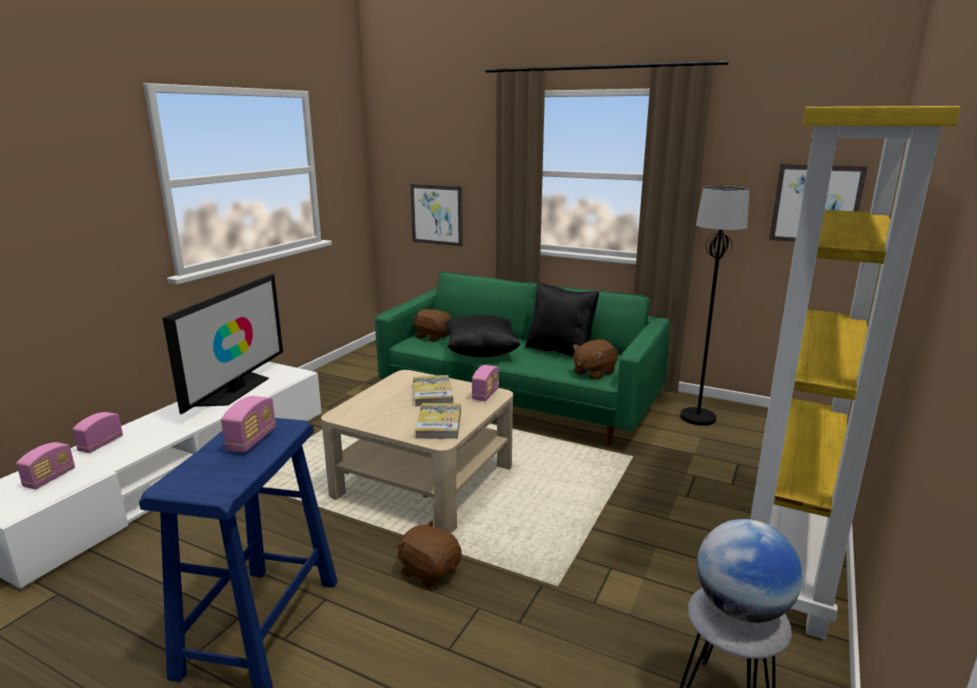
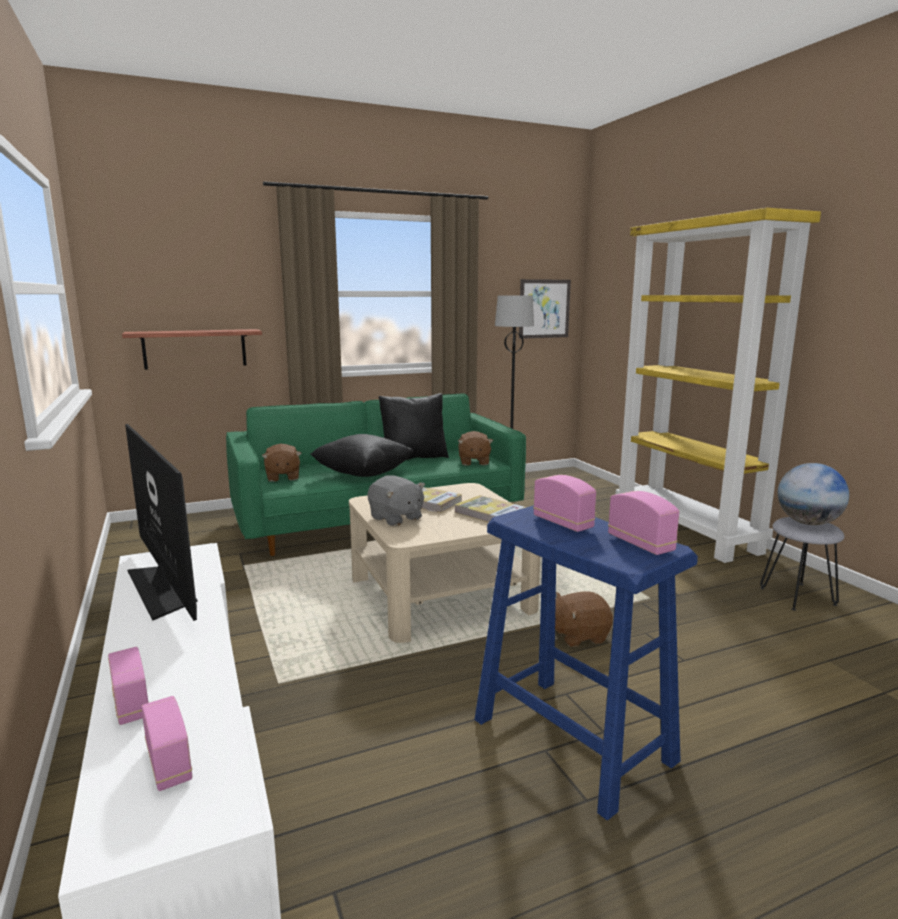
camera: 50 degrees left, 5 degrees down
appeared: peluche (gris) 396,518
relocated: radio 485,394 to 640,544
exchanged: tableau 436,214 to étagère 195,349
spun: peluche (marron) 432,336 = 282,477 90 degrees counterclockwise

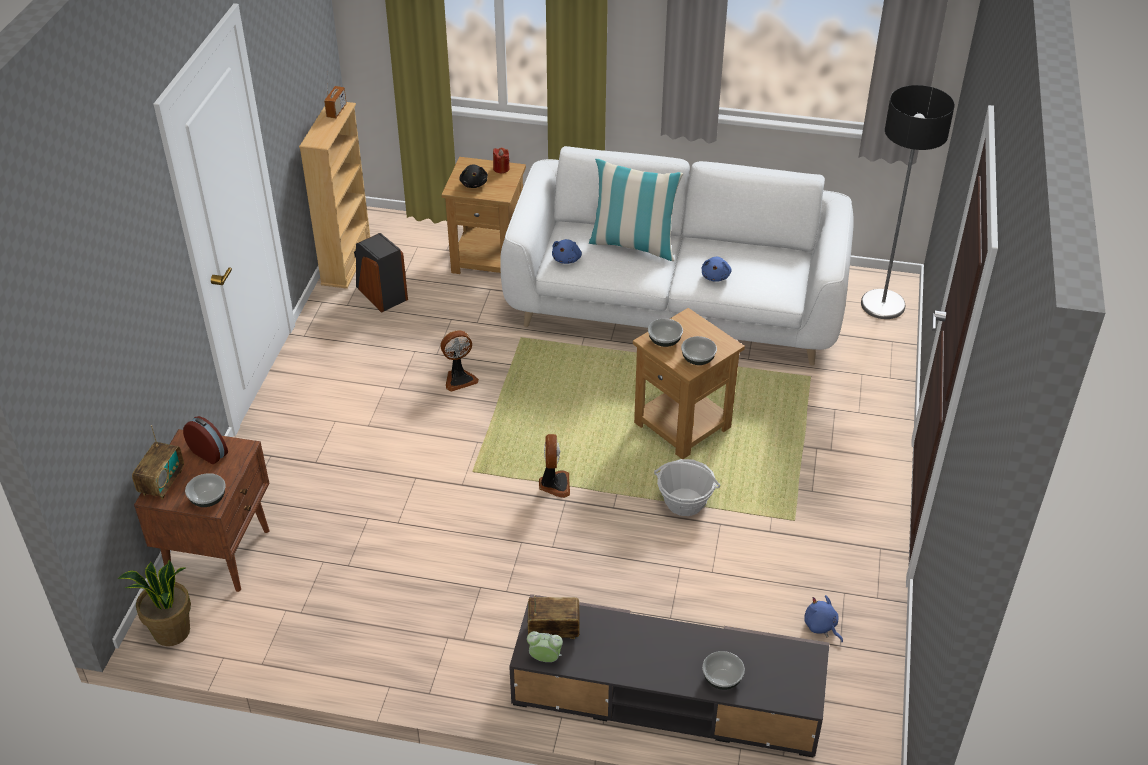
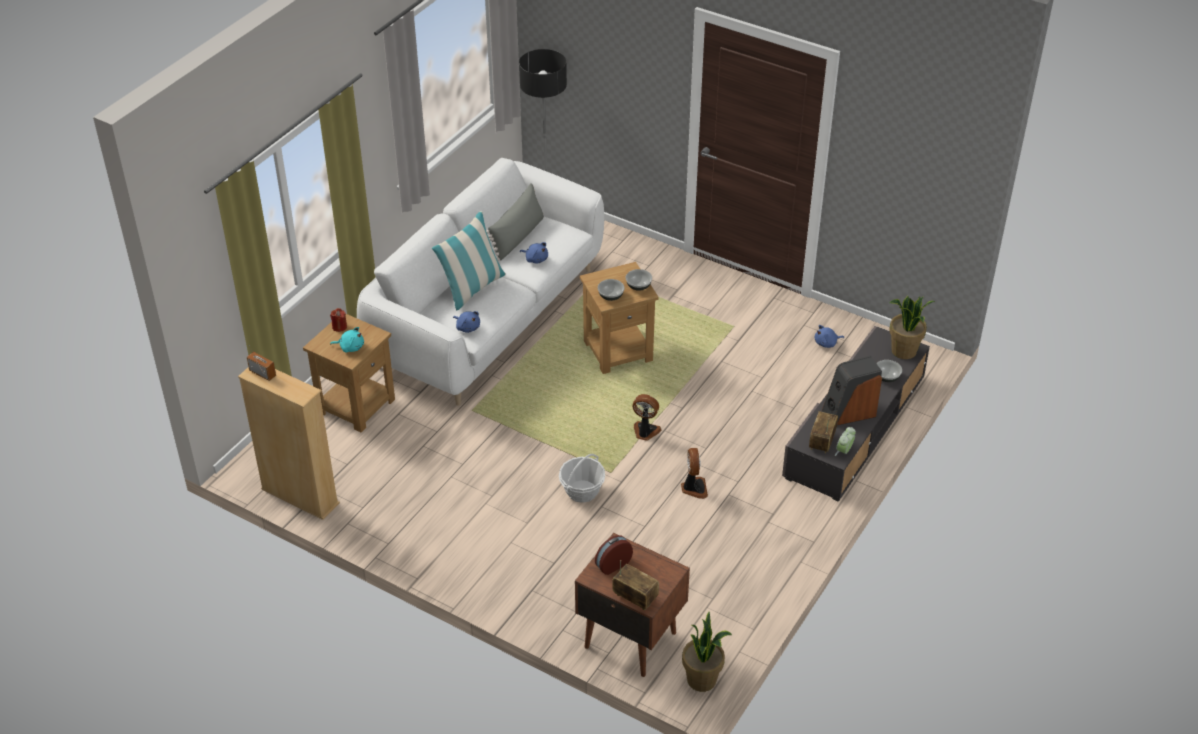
camera: 70 degrees left, 0 degrees up
missing: bol 208,499
appeared: coussin (gris) 518,237; plante en pot 904,351
relocated: enceinte 381,294 to 849,412; ventilateur 459,379 to 693,488; panier 684,502 to 582,491
colour: peluche (noir) 474,184 to peluche (turquoise) 350,347

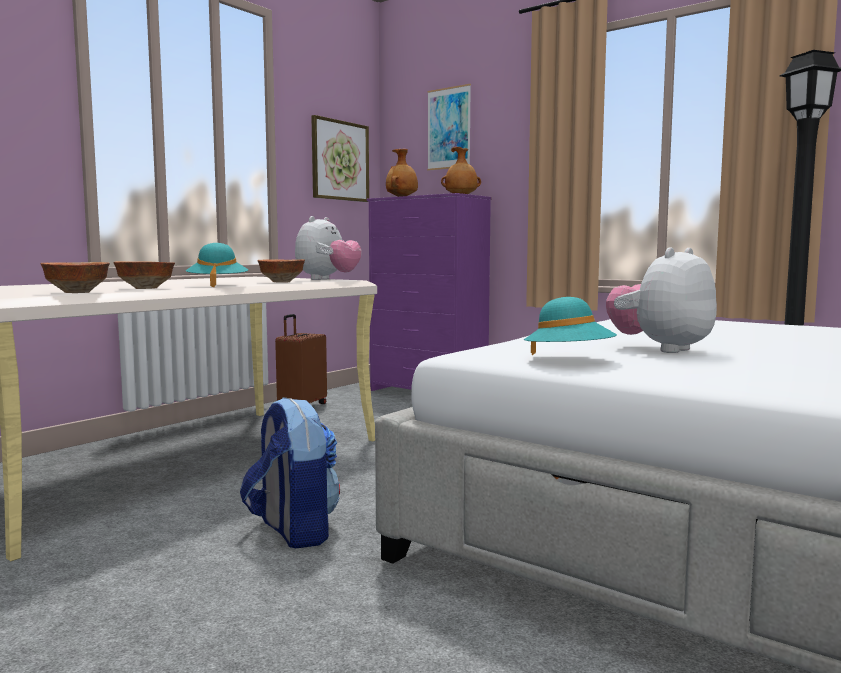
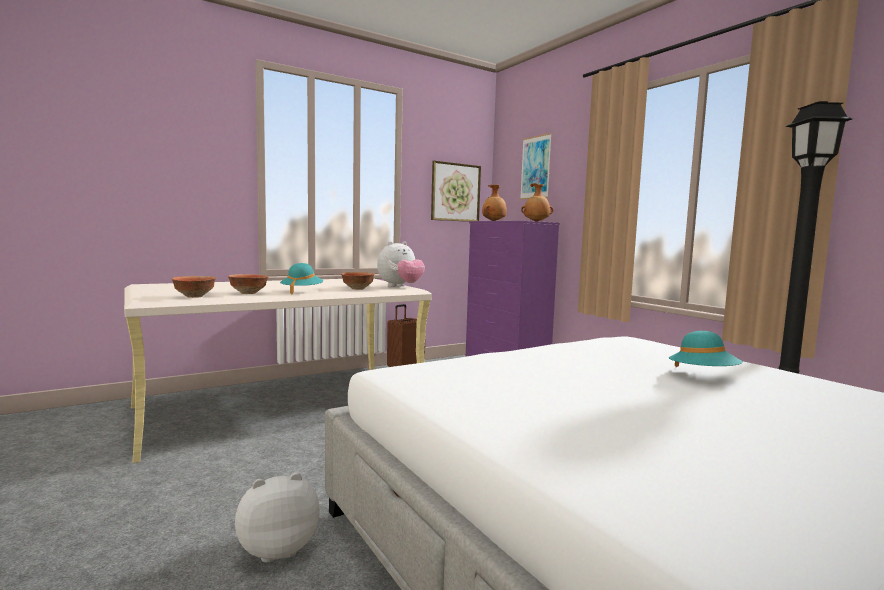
camera: 20 degrees right, 0 degrees up
missing: sac à dos 293,531
relocated: chapeau (turquoise) 569,360 to 703,375; peluche 661,349 to 277,549

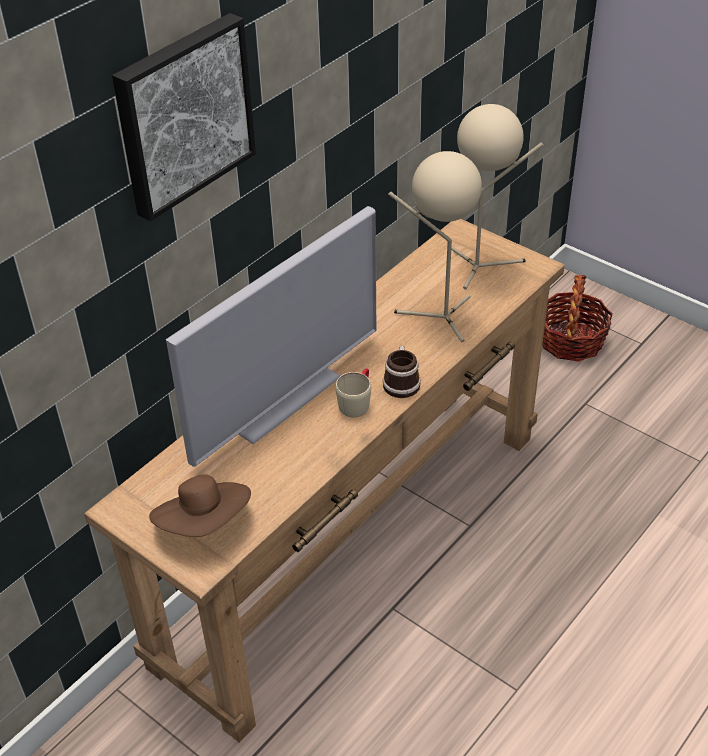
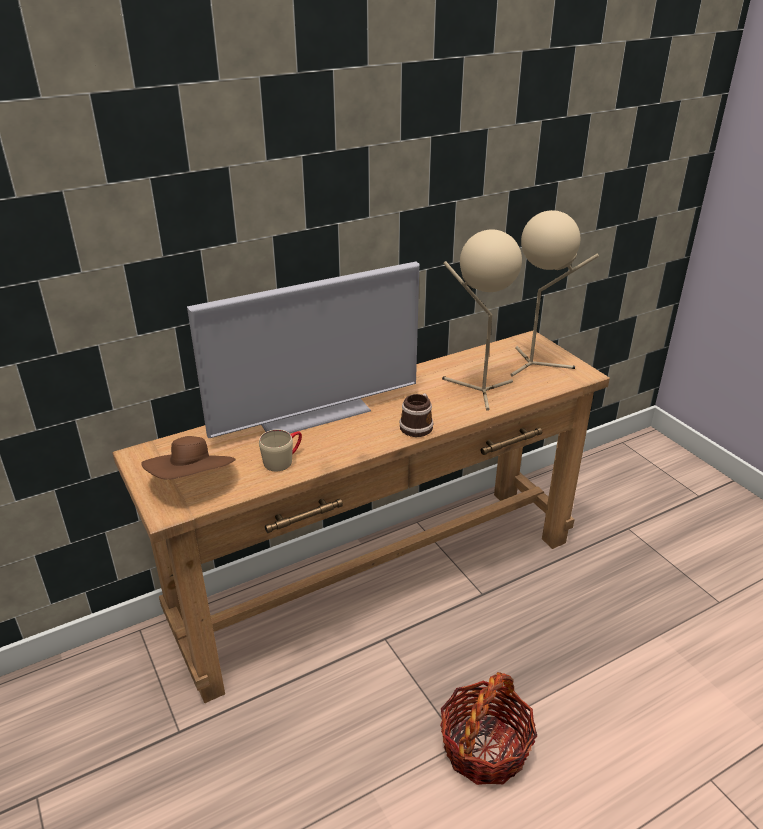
camera: 20 degrees right, 10 degrees down
missing: tableau 183,114
relocated: mug (beige) 356,401 to 283,459; panier 571,341 to 484,748

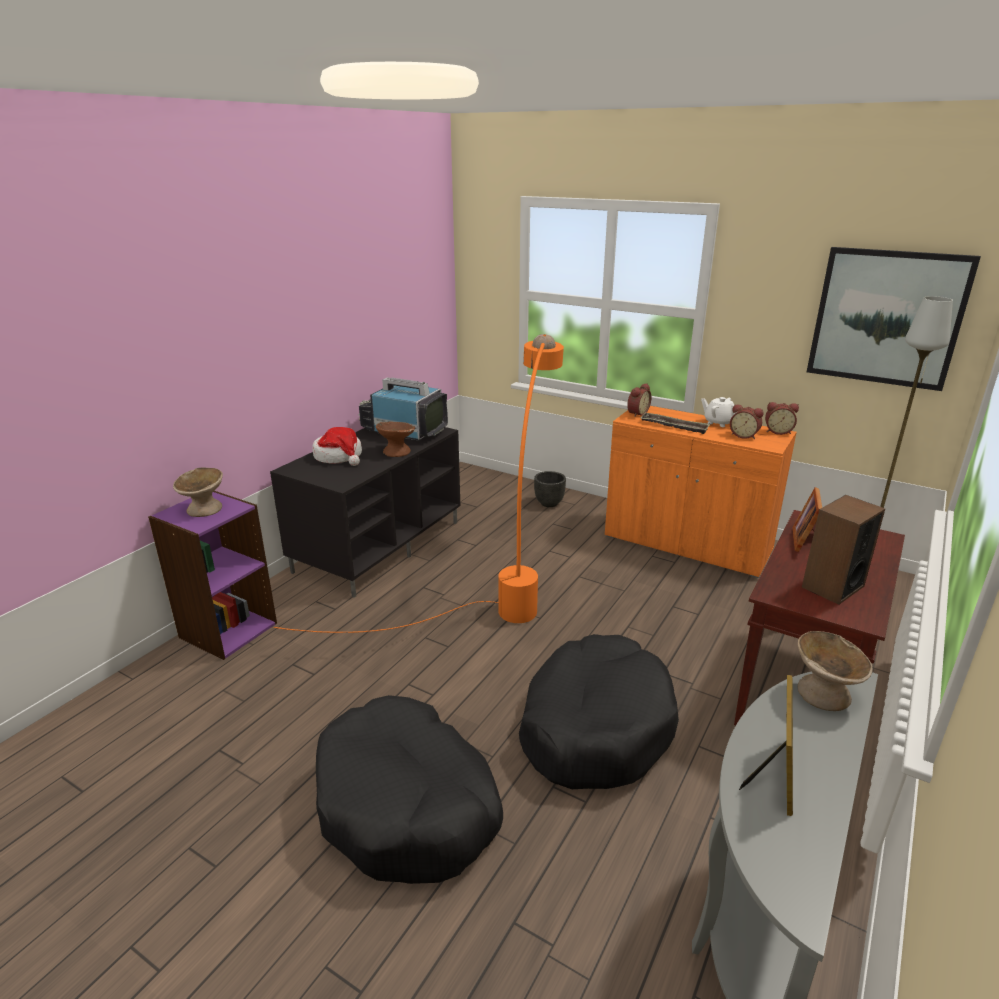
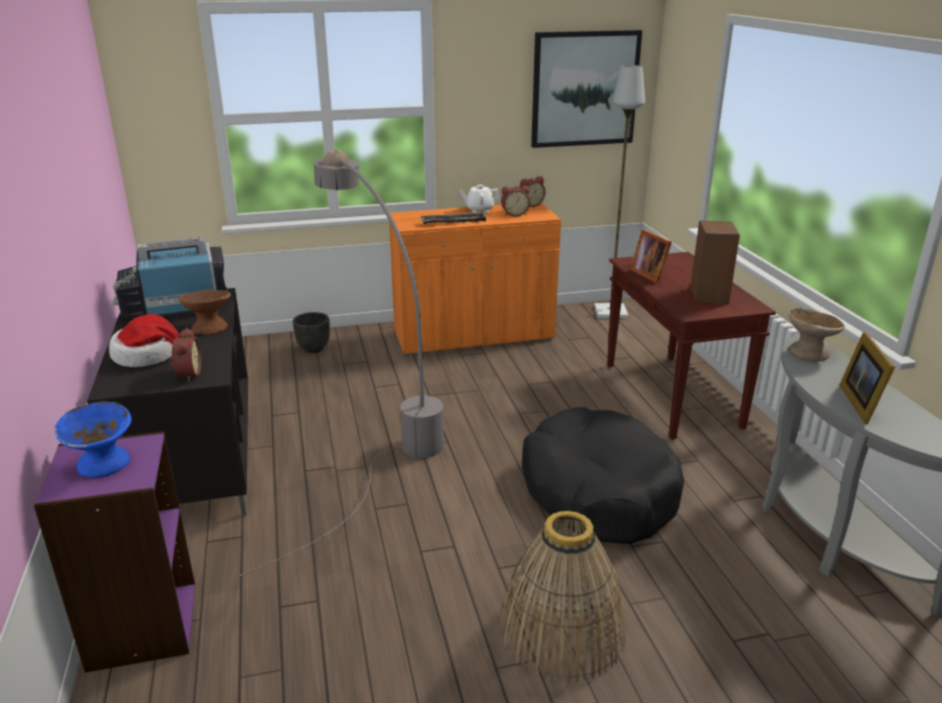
camera: 45 degrees left, 0 degrees up
relocated: réveil 636,413 to 187,374
exchanged: panier pour chien (noir) 407,805 to panier 561,631
colour: bol (beige) 204,509 to bol (bleu) 103,464; lampadaire (orange) 503,584 to lampadaire (gris) 377,431
spun: cadre photo 775,774 = 862,403 150 degrees counterclockwise

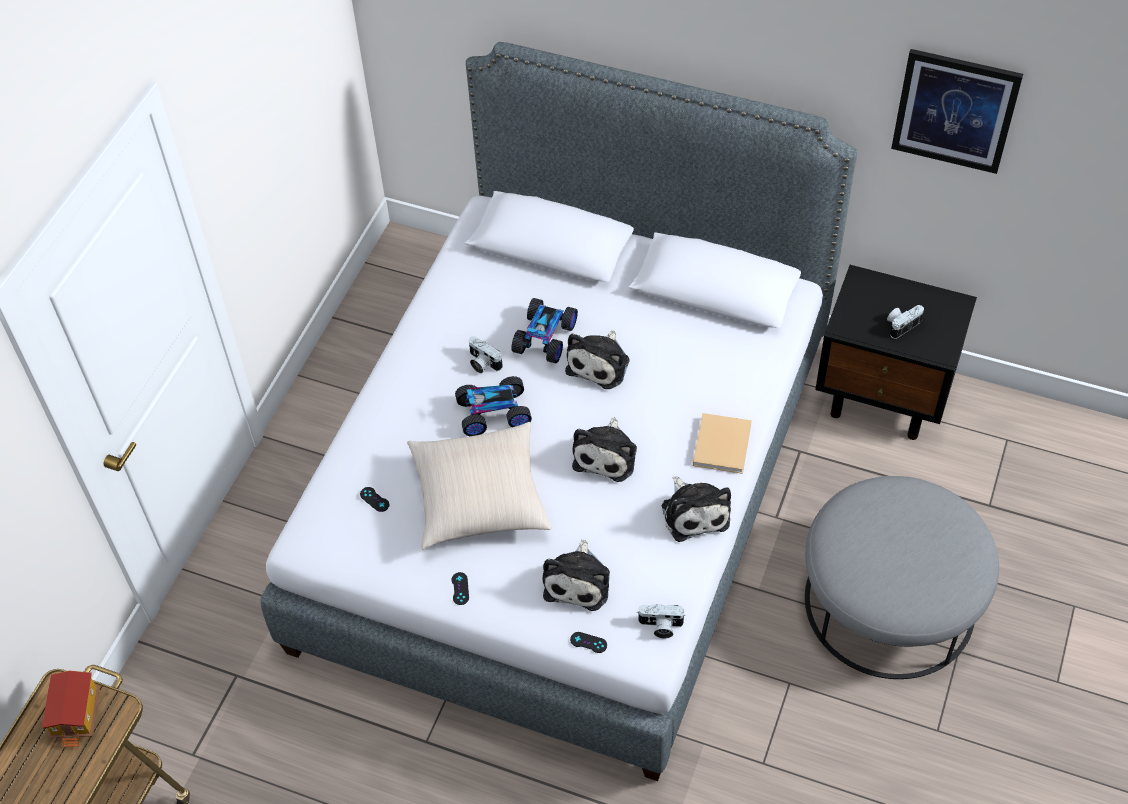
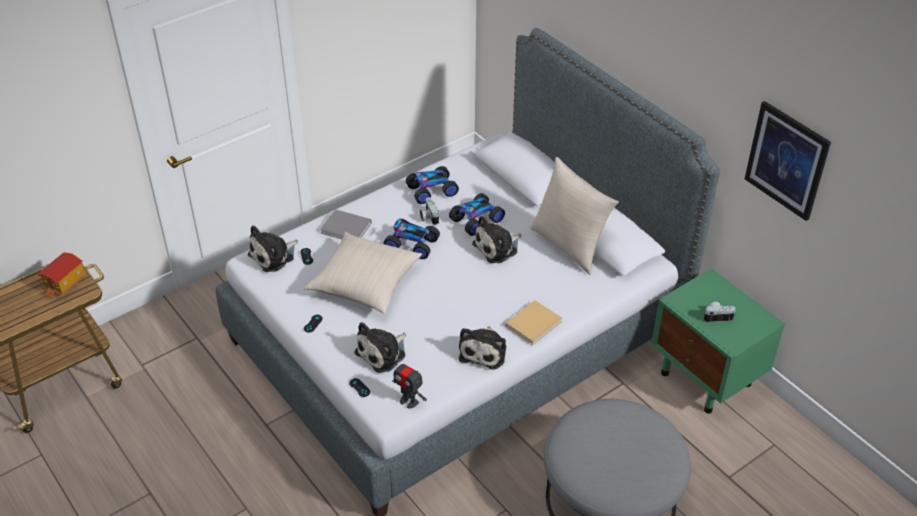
camera: 30 degrees right, 10 degrees down
appeared: livre (gris) 347,228; petite voiture 432,191; coussin (beige) 569,245
relocated: peluche 607,454 to 274,256
exchanged: appareil photo 660,626 to robot jouet 409,401
colour: table de chevet (noir) 884,397 to table de chevet (vert) 707,379

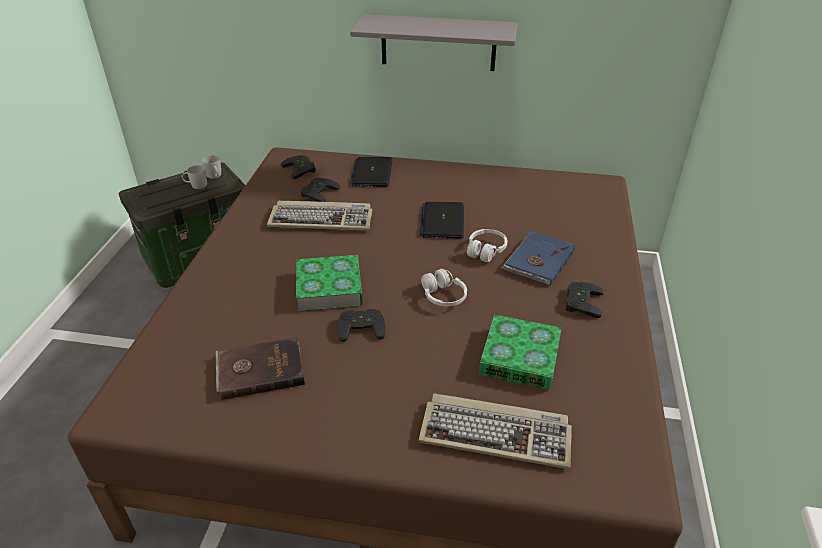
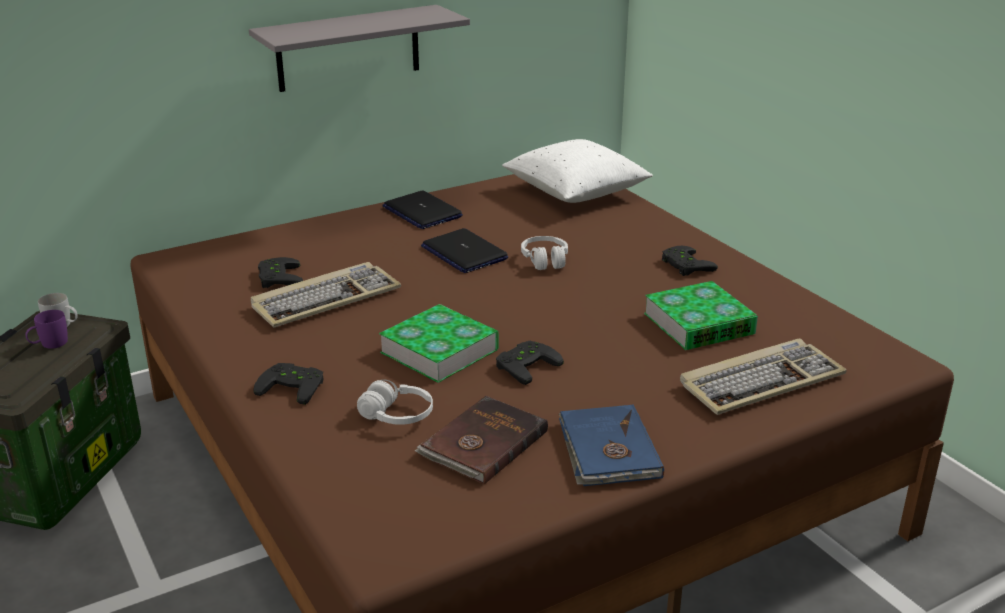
camera: 40 degrees left, 10 degrees down
appeared: coussin (blanc) 575,192
relocated: manette (noir) 301,169 to 294,386; ordinateur portable 372,173 to 422,212; casque audio (blanc) 443,296 to 397,416; livre (bleu) 538,260 to 607,450
colour: mug (blanc) 196,185 to mug (violet) 49,344

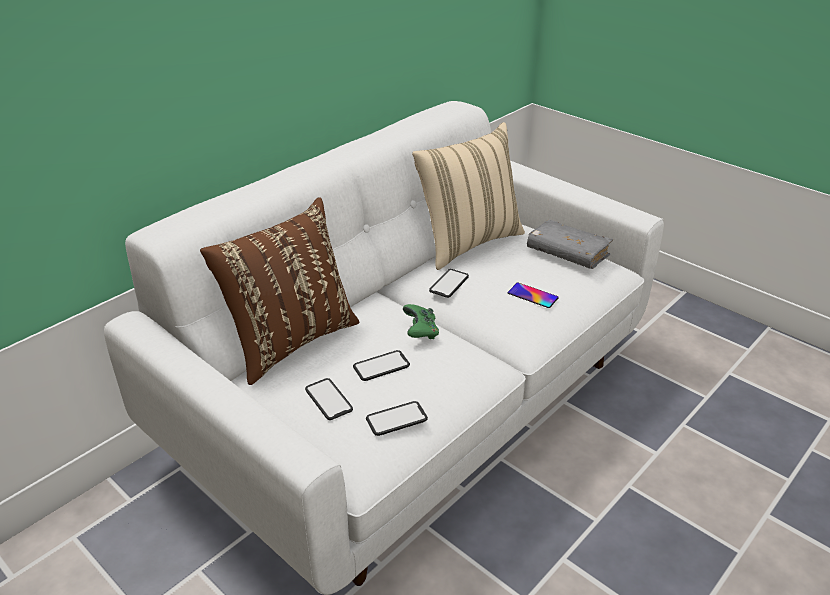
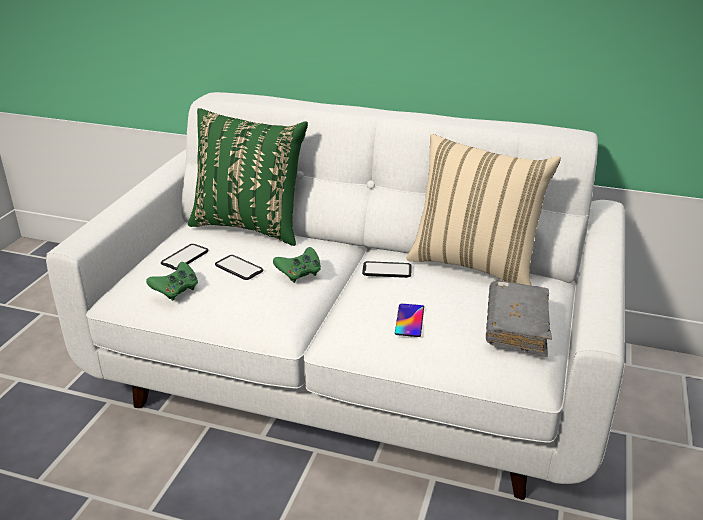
camera: 65 degrees right, 5 degrees down
exchanged: téléphone 396,419 to manette (vert) 176,291
colour: coussin (marron) 290,341 to coussin (vert) 250,226

